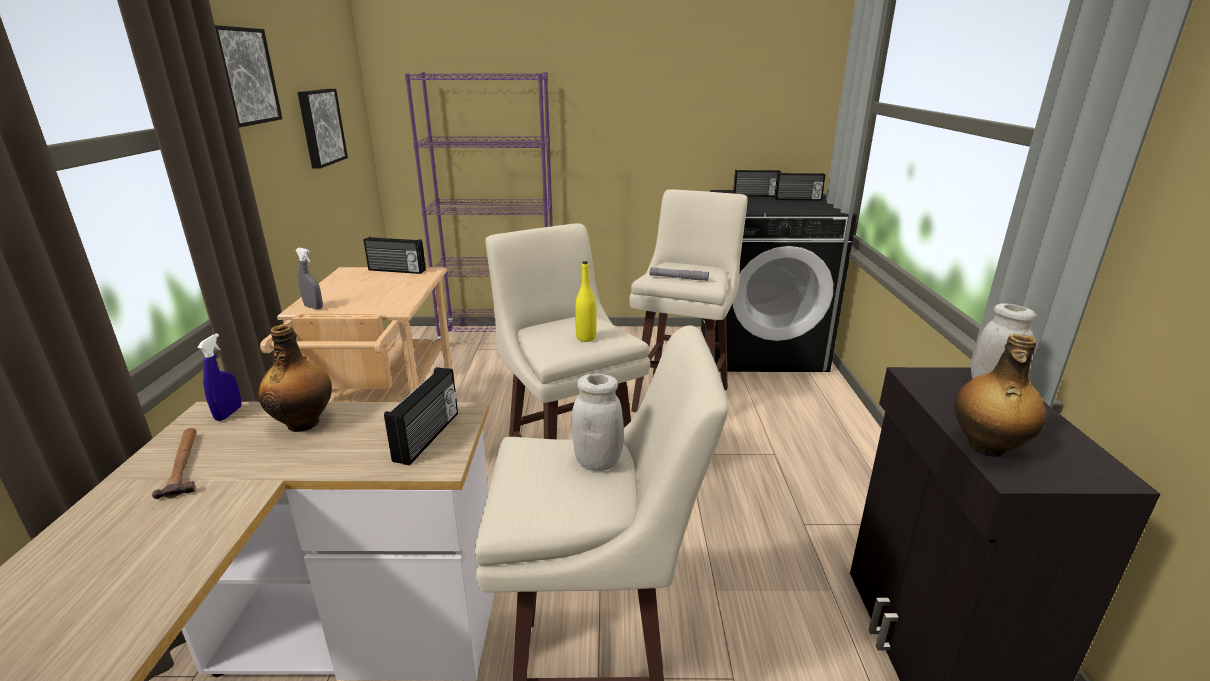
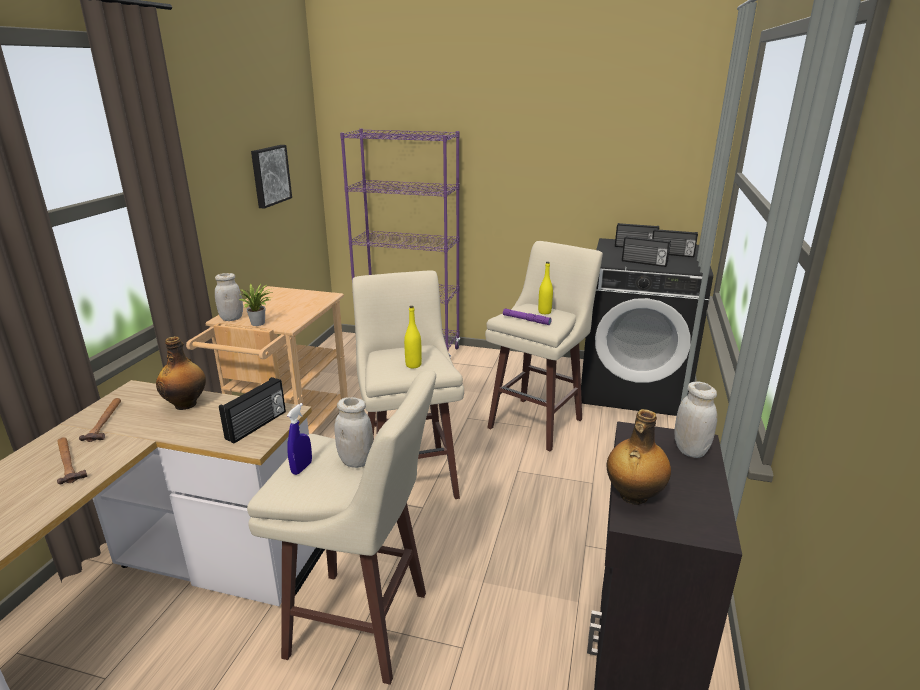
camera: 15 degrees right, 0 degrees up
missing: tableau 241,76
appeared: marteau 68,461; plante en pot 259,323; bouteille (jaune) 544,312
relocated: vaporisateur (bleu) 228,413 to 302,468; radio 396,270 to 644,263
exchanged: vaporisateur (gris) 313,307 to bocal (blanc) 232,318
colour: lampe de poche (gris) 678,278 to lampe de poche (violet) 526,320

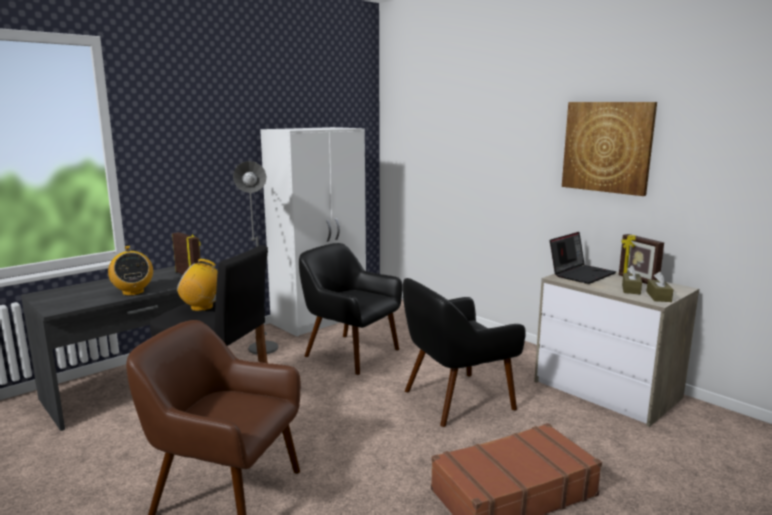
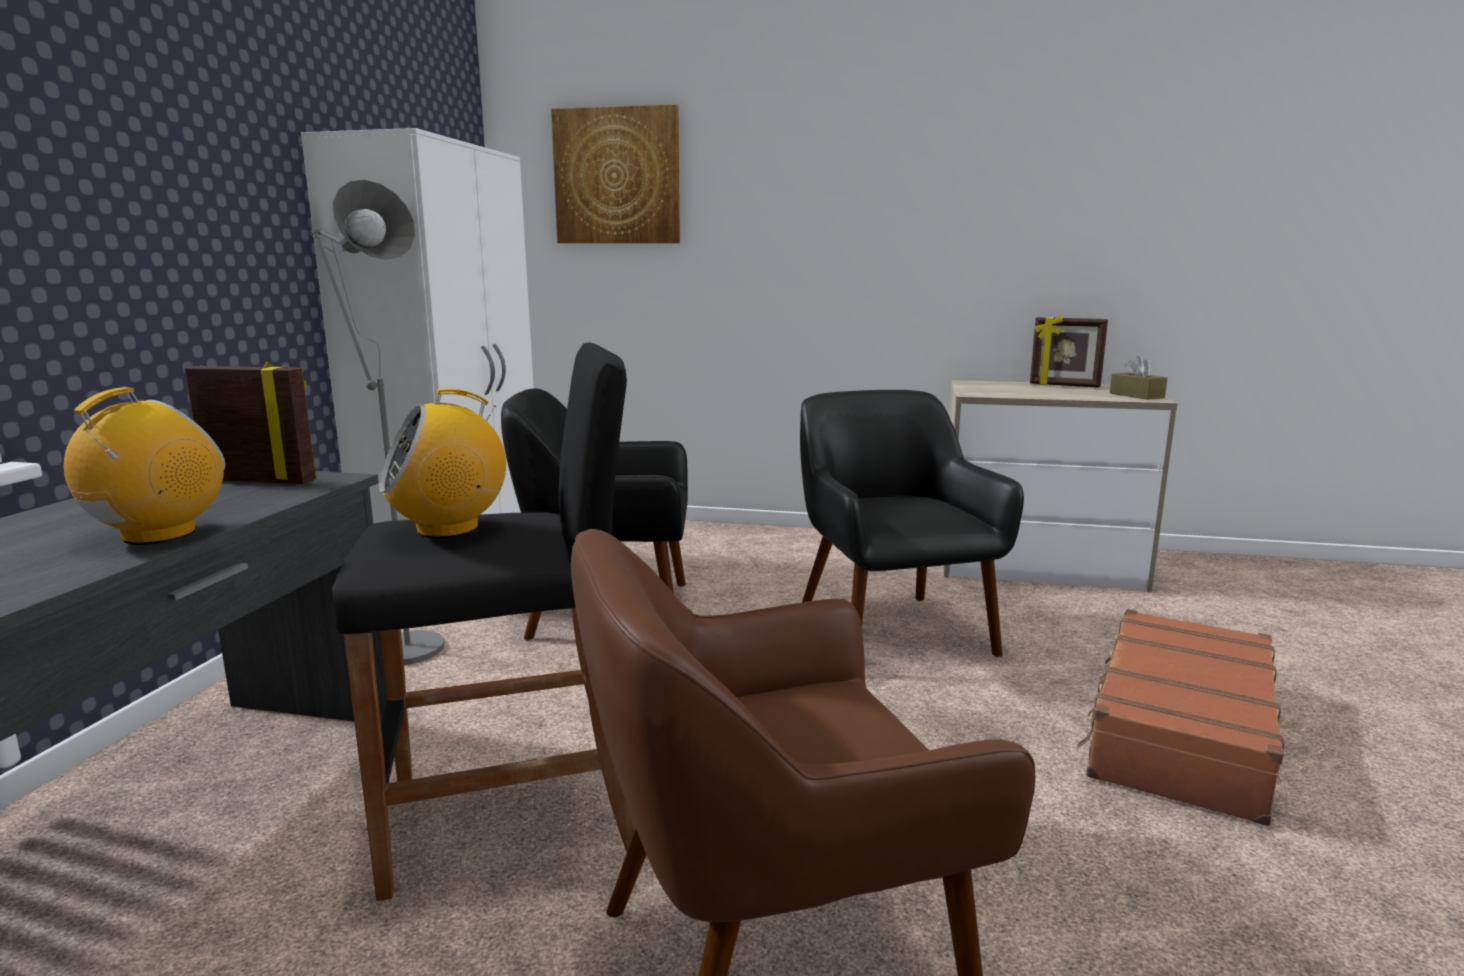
camera: 35 degrees left, 0 degrees up
missing: ordinateur portable 581,274; boîte à mouchoirs (marron) 631,289
relocated: tableau 607,147 to 617,176
spun: radio 133,292 = 158,535 90 degrees counterclockwise; fauteuil (noir) 456,400 = 890,631 135 degrees clockwise

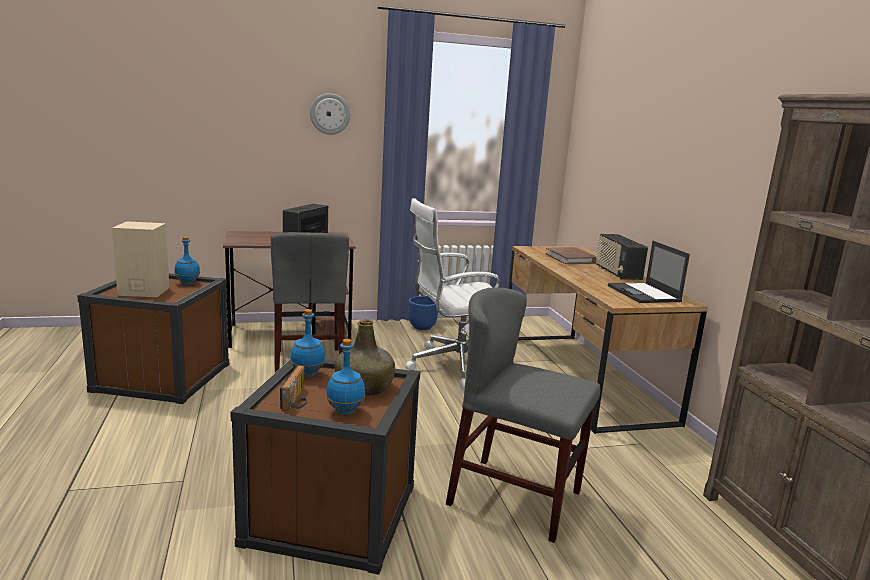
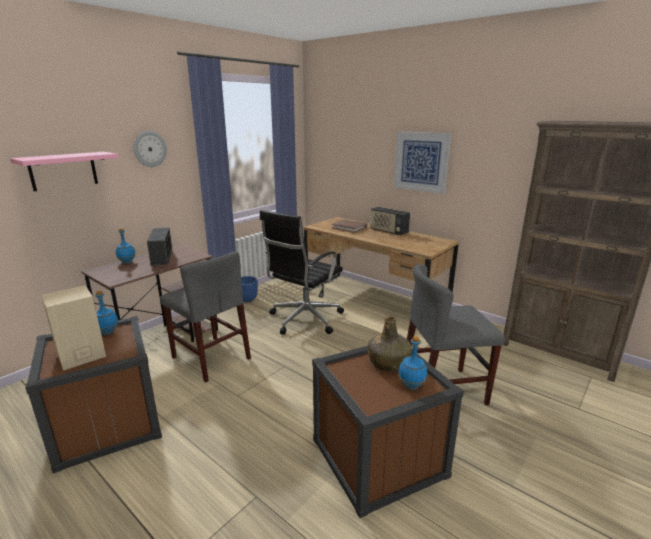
camera: 35 degrees left, 5 degrees up
missing: radio 297,400; ordinateur portable 644,294
appeared: étagère (rose) 63,171; tableau 421,161
relocated: bouteille (bleu) 307,375 to 127,262
colour: chaise de bureau (blanc) 455,366 to chaise de bureau (noir) 304,319

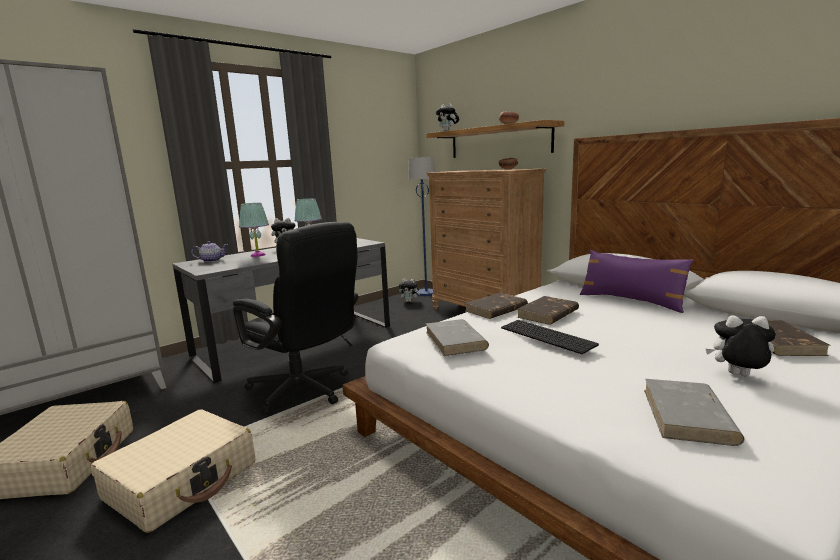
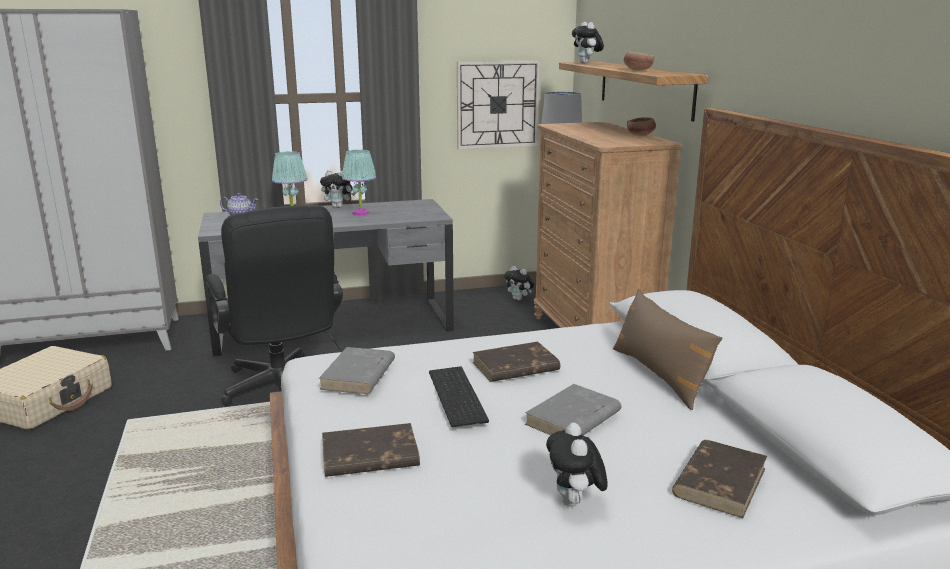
camera: 25 degrees right, 5 degrees up
missing: valise (beige) 182,481
appeared: horloge murale 497,104
relocated: livre (marron) 496,309 to 369,456; livre (gris) 688,416 to 573,418
colour: coussin (violet) 631,301 to coussin (marron) 660,375
spun: peluche 737,376 = 575,503 135 degrees counterclockwise

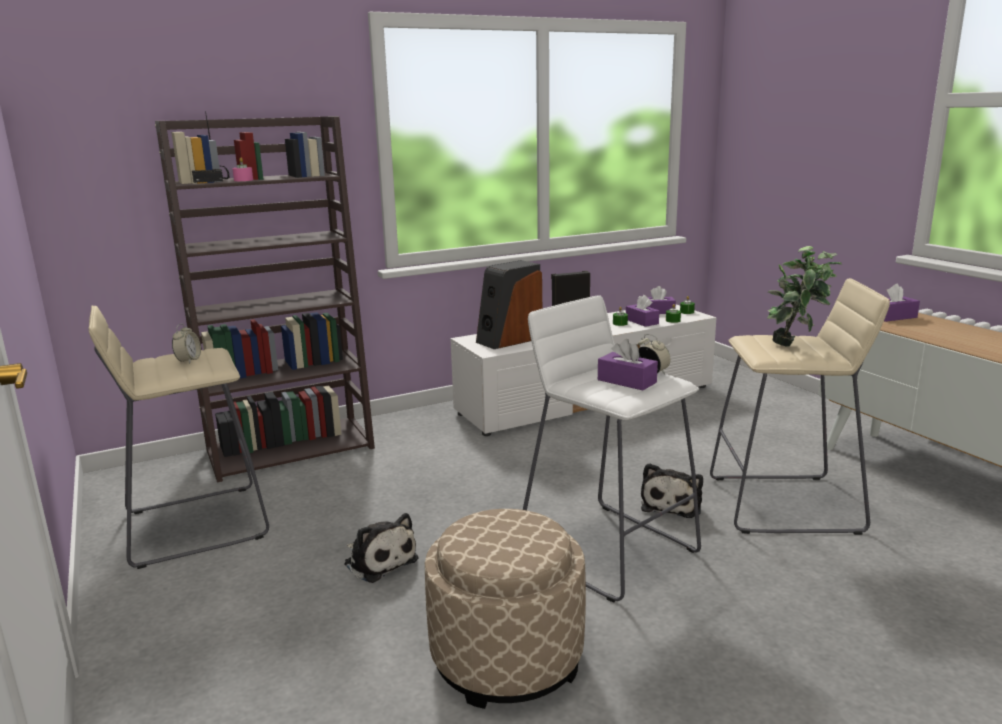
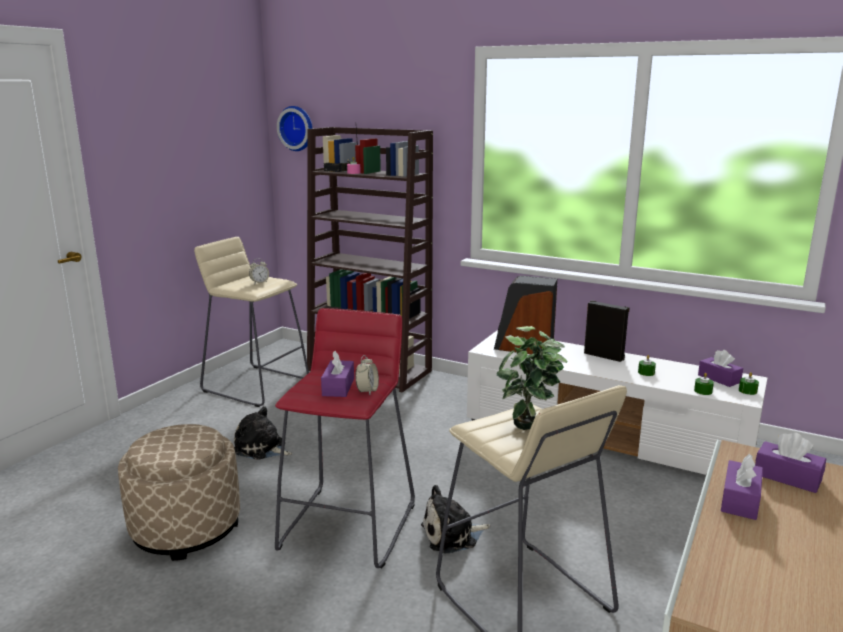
camera: 55 degrees right, 0 degrees up
appeared: horloge murale 297,128
relocated: boîte à mouchoirs (violet) 641,321 to 740,500
colour: tabouret (blanc) 608,548 to tabouret (rouge) 349,525
spun: peluche 379,560 = 262,448 105 degrees clockwise

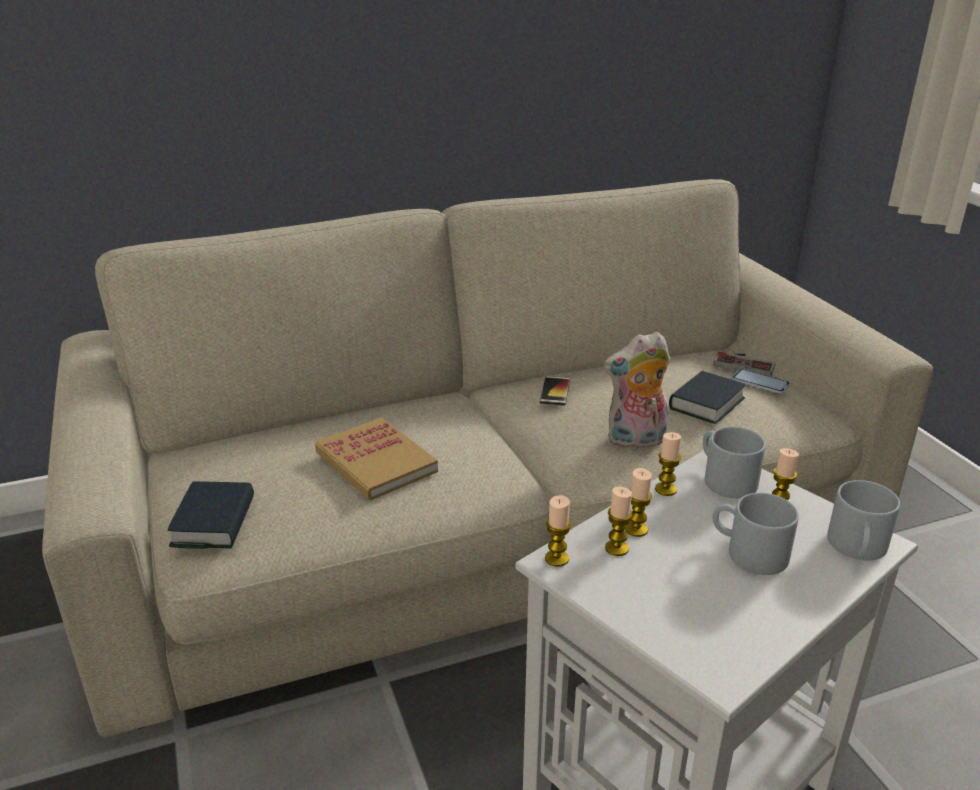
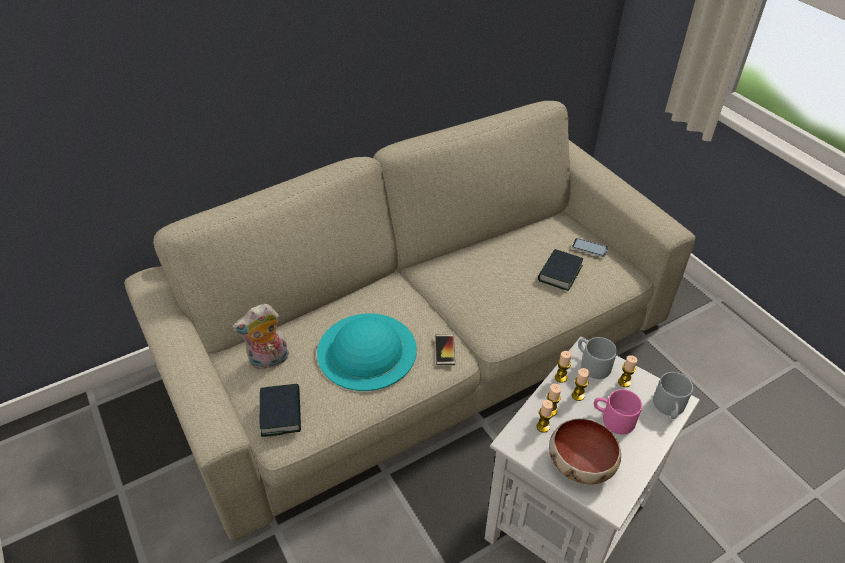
camera: 10 degrees left, 15 degrees up
missing: manette 745,363
appeared: bol 579,463
relocated: téléphone 555,391 to 445,350; bougie 556,558 to 578,395; peluche 635,441 to 269,361
exchanged: livre 376,462 to chapeau (turquoise) 366,350
colour: mug (gris) 747,552 to mug (rose) 612,419

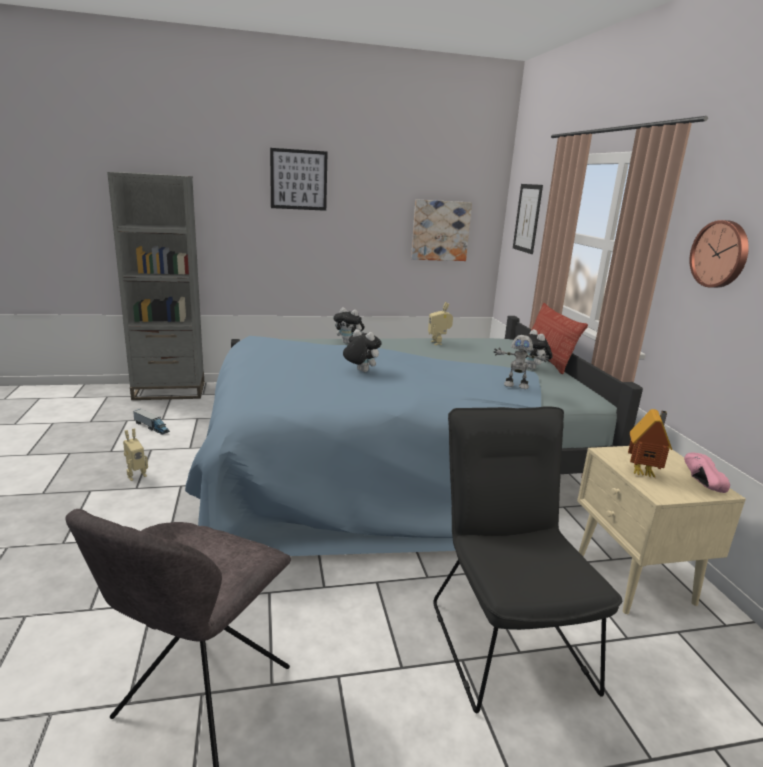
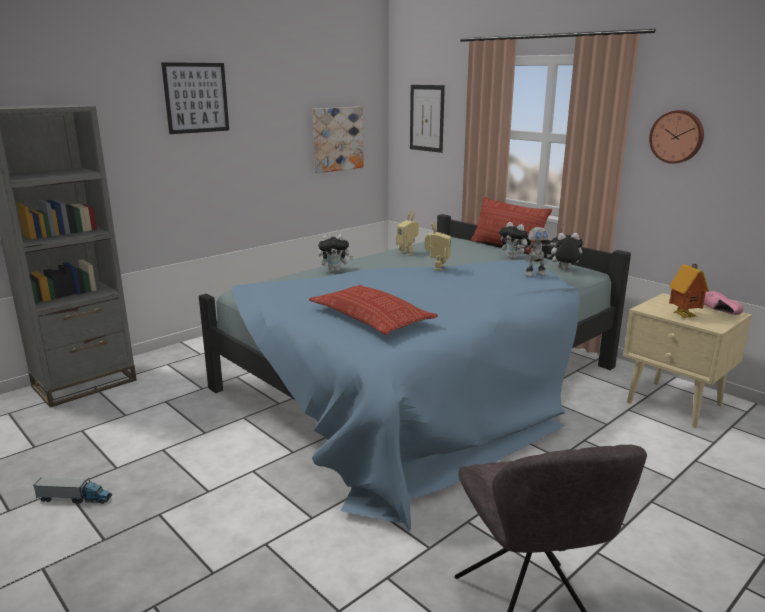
camera: 30 degrees left, 0 degrees up
missing: chaise (noir) 505,636
appeared: coussin 371,317
relocated: robot jouet 136,475 to 436,268; camion jouet 152,427 to 75,498; peluche 360,371 to 564,269

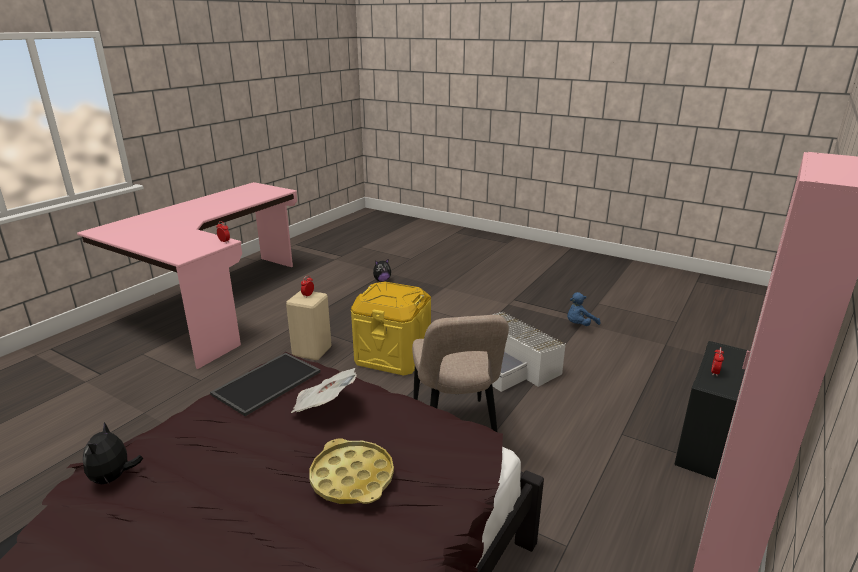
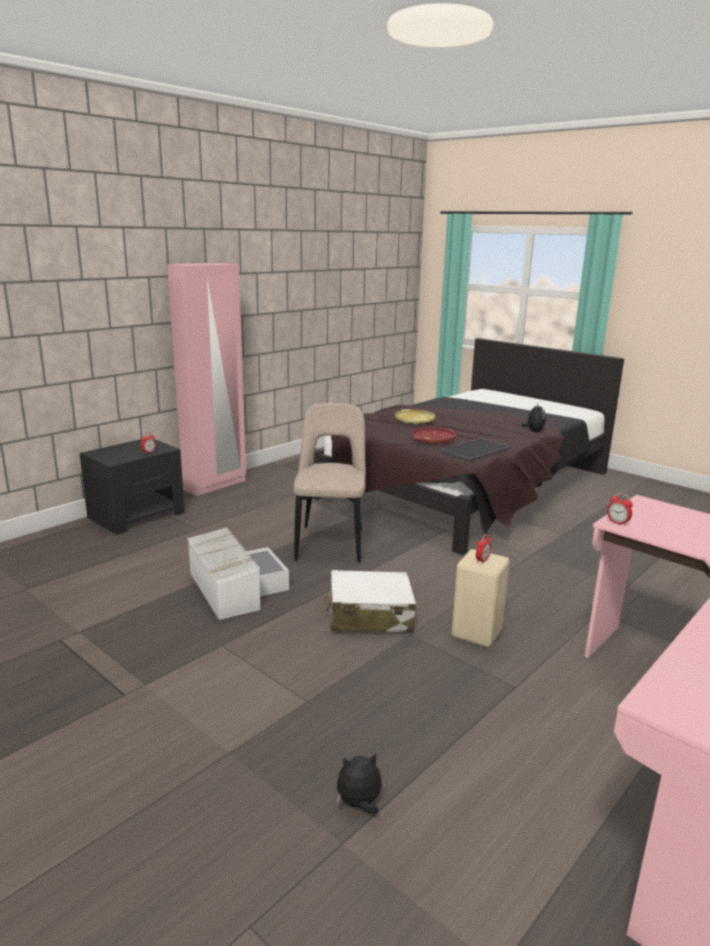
camera: 170 degrees left, 5 degrees down
missing: peluche (bleu) 579,325
exchanged: journal 324,405 to plateau (rouge) 433,440; boîte de rangement (jaune) 393,355 to valise (blanc) 369,615

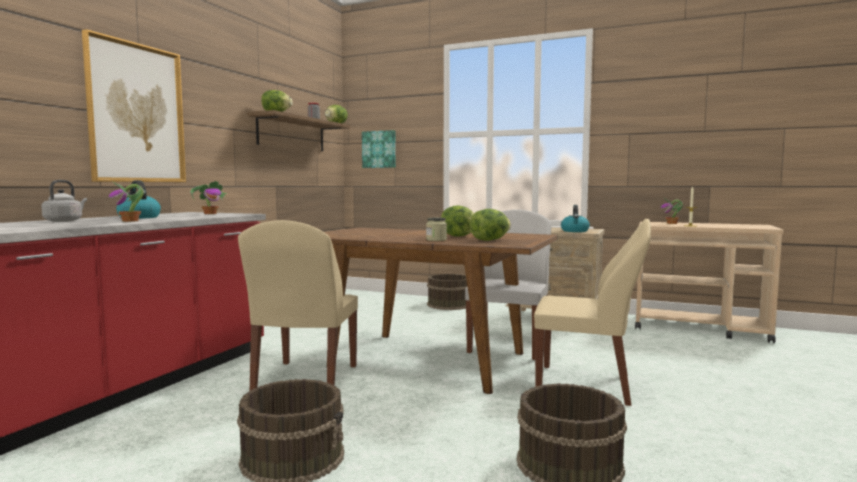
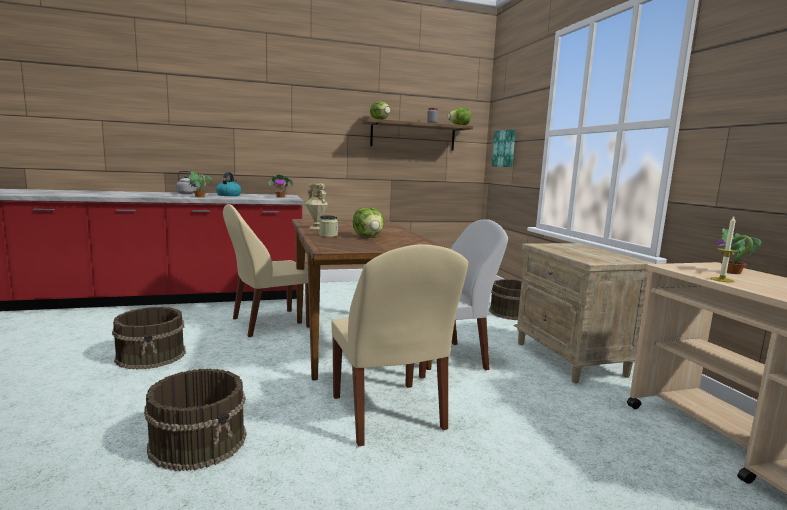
camera: 50 degrees right, 5 degrees up
missing: tableau 136,113; laitue 490,240; bouilloire 575,231
appeared: vase (beige) 316,228

